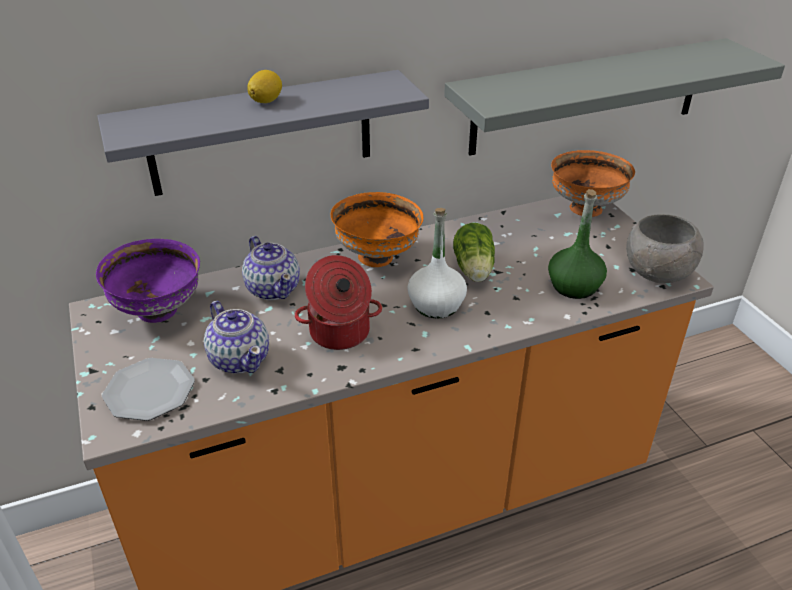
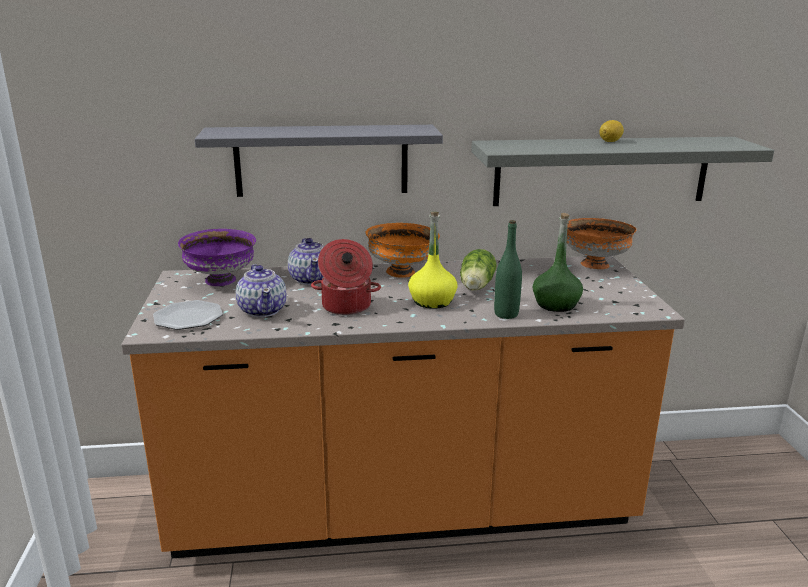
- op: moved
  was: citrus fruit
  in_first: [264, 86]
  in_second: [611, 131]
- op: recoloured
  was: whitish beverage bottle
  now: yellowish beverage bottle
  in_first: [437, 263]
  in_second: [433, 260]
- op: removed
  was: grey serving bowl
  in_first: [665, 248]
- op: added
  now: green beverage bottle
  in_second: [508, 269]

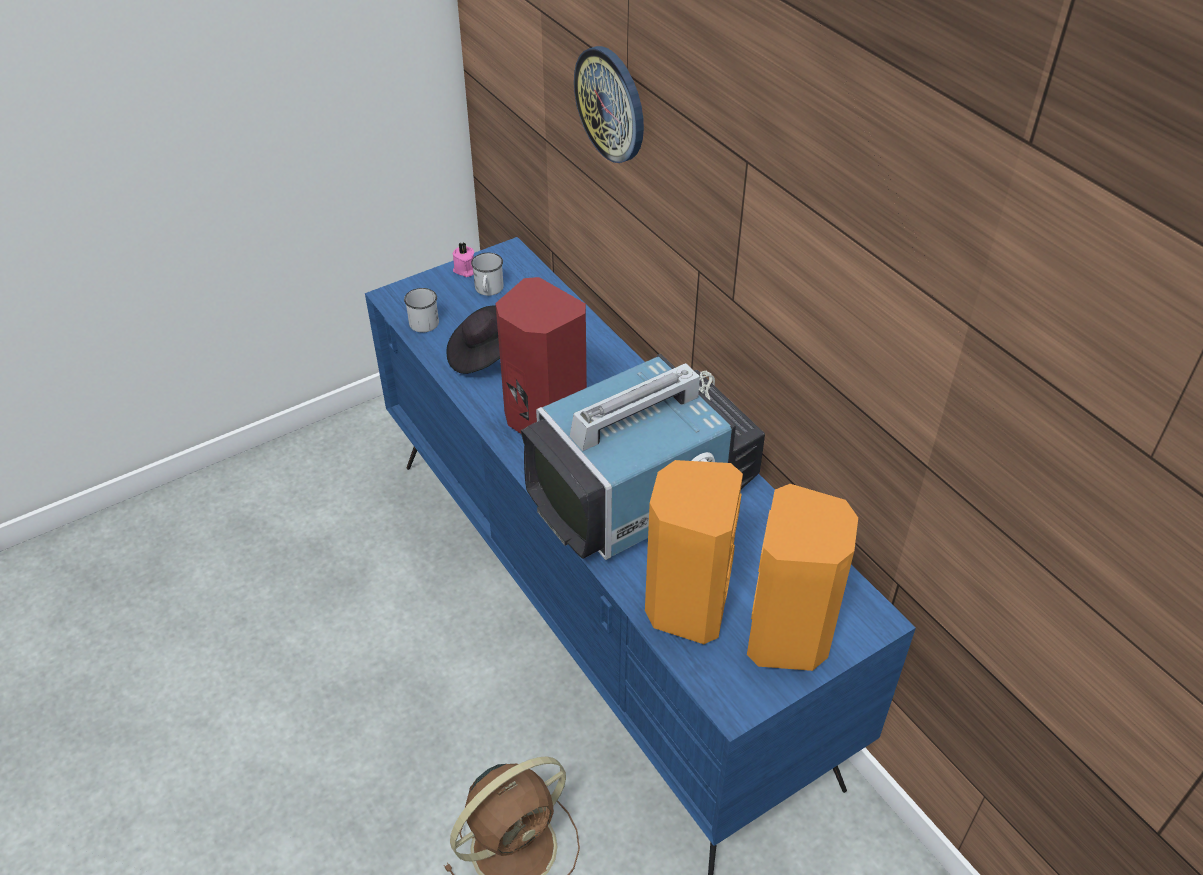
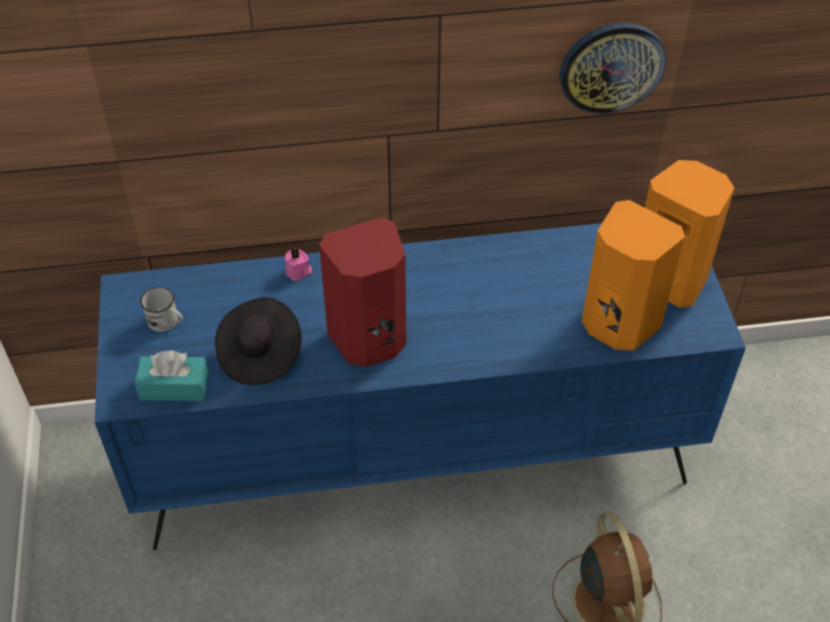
- op: moved
  was: hanging clock
  in_first: [609, 104]
  in_second: [613, 68]
- op: moved
  was: pink wax candle
  in_first: [463, 259]
  in_second: [298, 264]
- op: replaced
  was: whitish coffee mug
  now: turquoise-coloured tissue holder
  in_first: [421, 310]
  in_second: [171, 376]
- op: removed
  was: TV set
  in_first: [643, 457]

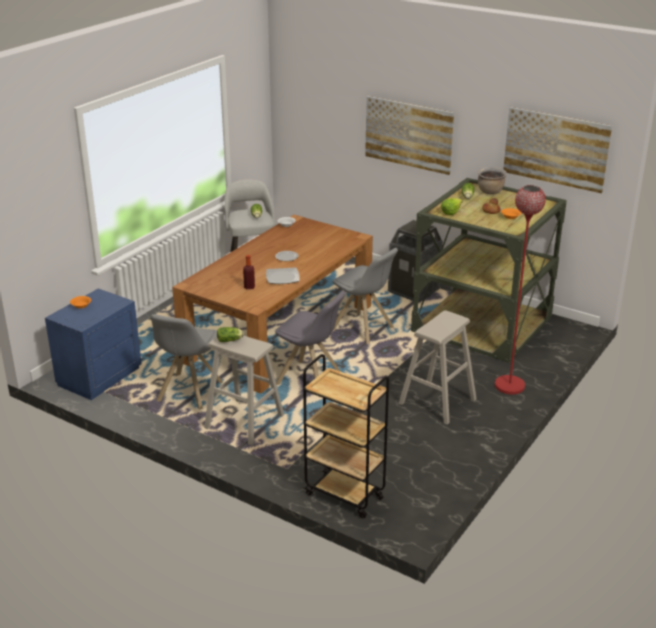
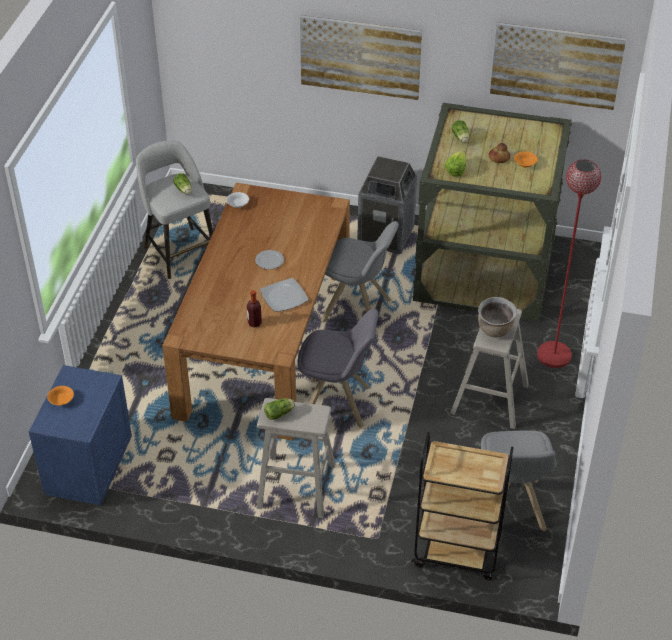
- op: moved
  was: brownish cooking pot
  in_first: [492, 180]
  in_second: [497, 317]
- op: moved
  was: grey upright chair
  in_first: [187, 361]
  in_second: [519, 480]

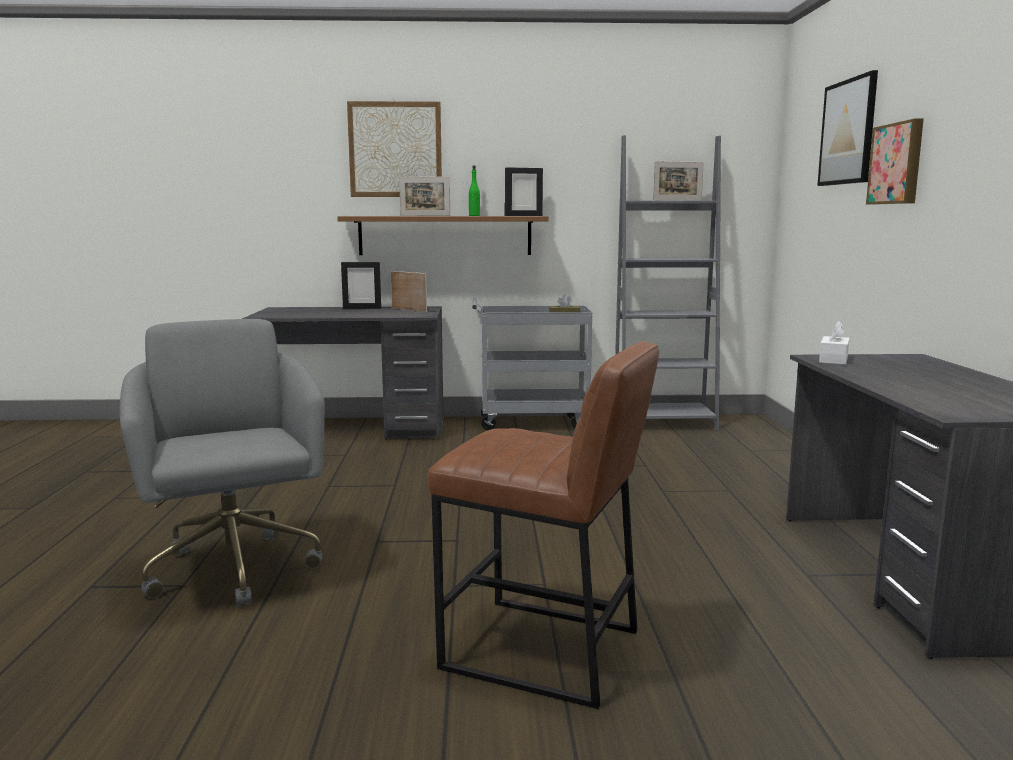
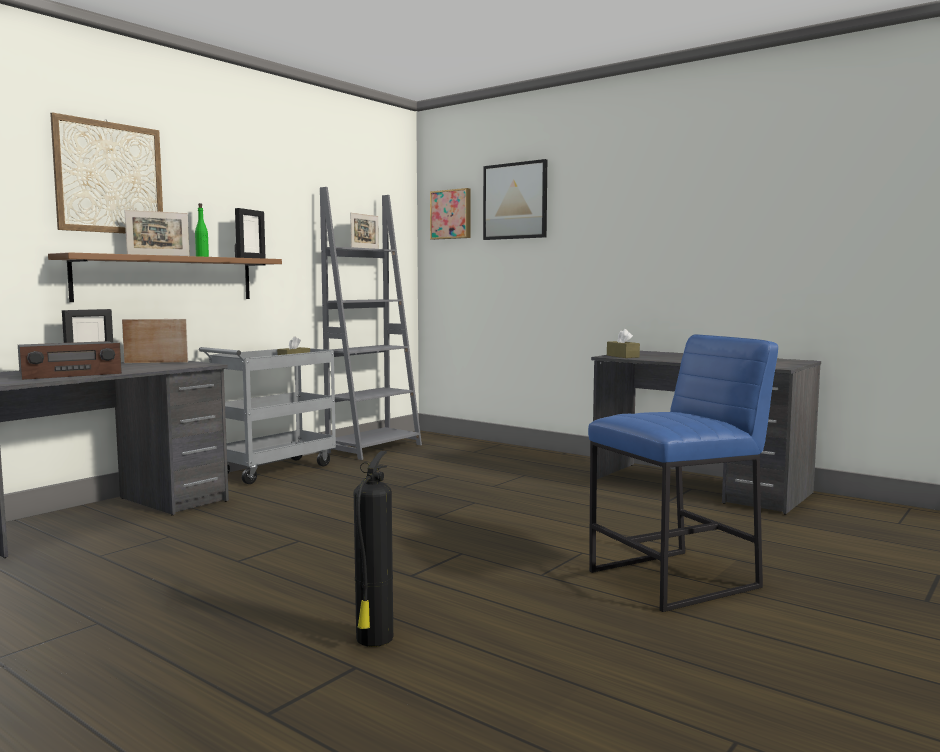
- op: moved
  was: picture
  in_first: [895, 162]
  in_second: [450, 214]
- op: replaced
  was: grey desk chair
  now: fire-fighting cylinder
  in_first: [222, 463]
  in_second: [373, 549]
- op: recoloured
  was: whitish tissue holder
  now: brownish tissue holder
  in_first: [834, 343]
  in_second: [623, 343]
- op: recoloured
  was: brownish upright chair
  now: bluish upright chair
  in_first: [543, 525]
  in_second: [683, 473]
- op: added
  now: radio set
  in_second: [70, 360]

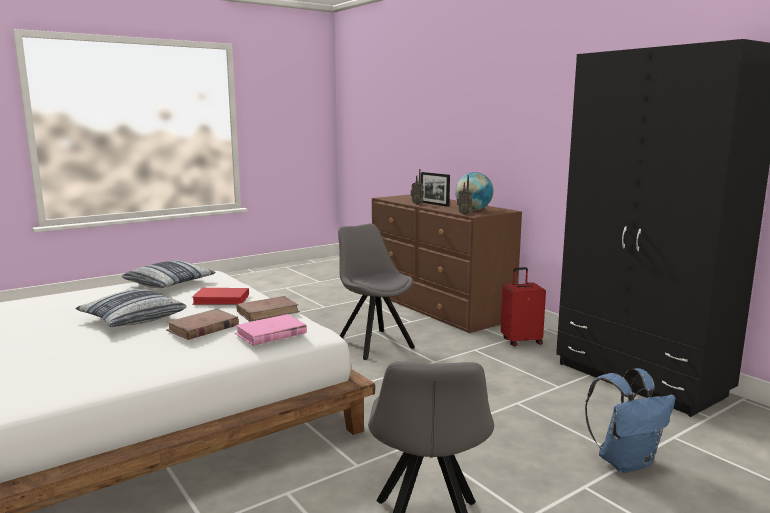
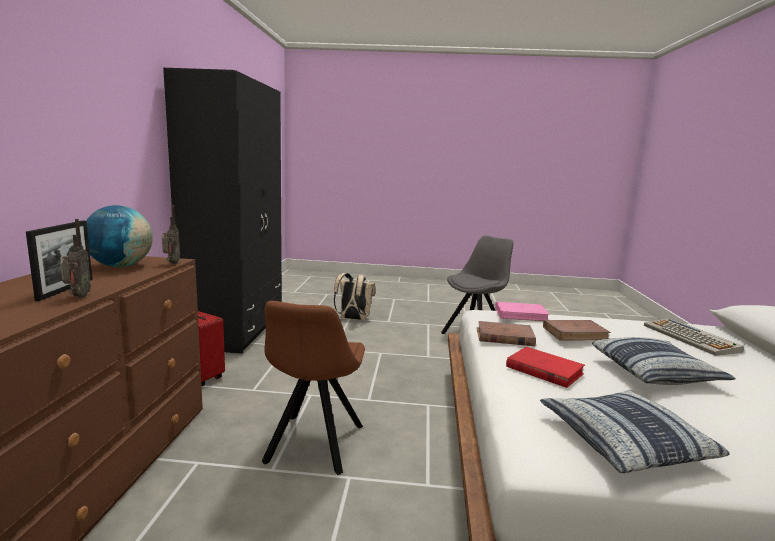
- op: recoloured
  was: grey upright chair
  now: brownish upright chair
  in_first: [376, 292]
  in_second: [313, 388]
- op: recoloured
  was: bluish rucksack
  now: beige rucksack
  in_first: [630, 420]
  in_second: [354, 296]
- op: added
  now: keyboard
  in_second: [694, 337]

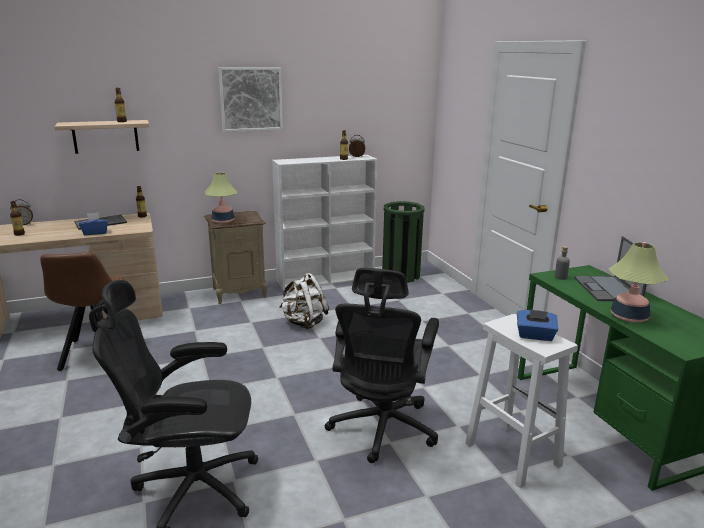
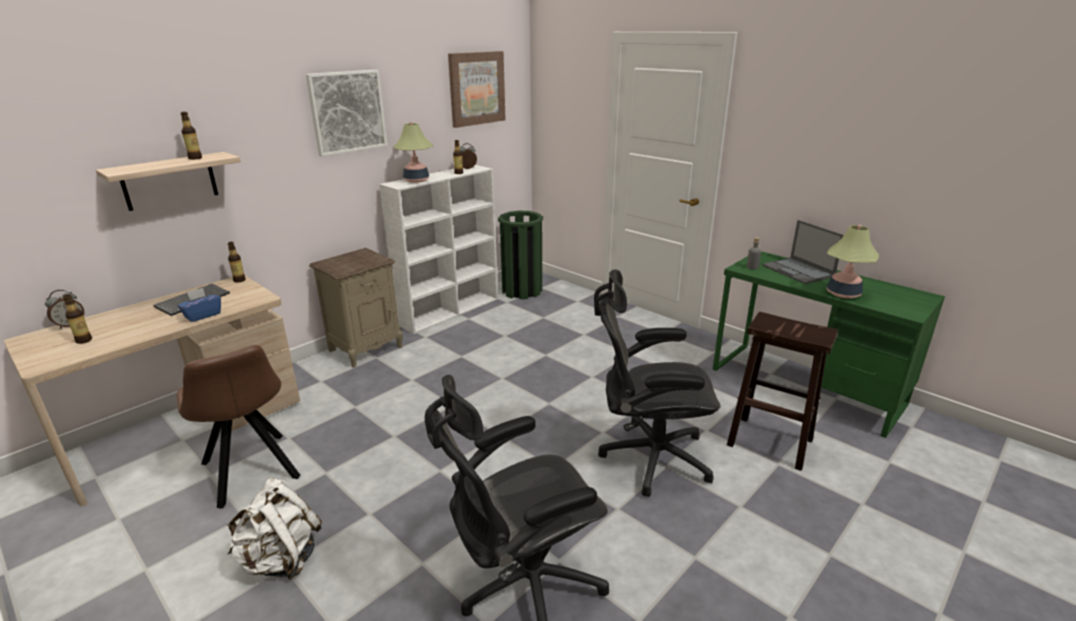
- op: moved
  was: table lamp
  in_first: [221, 197]
  in_second: [413, 152]
- op: turned
  was: desk chair
  in_first: [381, 365]
  in_second: [657, 383]
  clockwise: 105
- op: moved
  was: whitish rucksack
  in_first: [304, 301]
  in_second: [274, 529]
- op: removed
  was: bluish tissue holder
  in_first: [537, 325]
- op: recoloured
  was: whitish stool
  now: brownish stool
  in_first: [521, 401]
  in_second: [782, 391]
- op: added
  now: picture
  in_second: [477, 89]

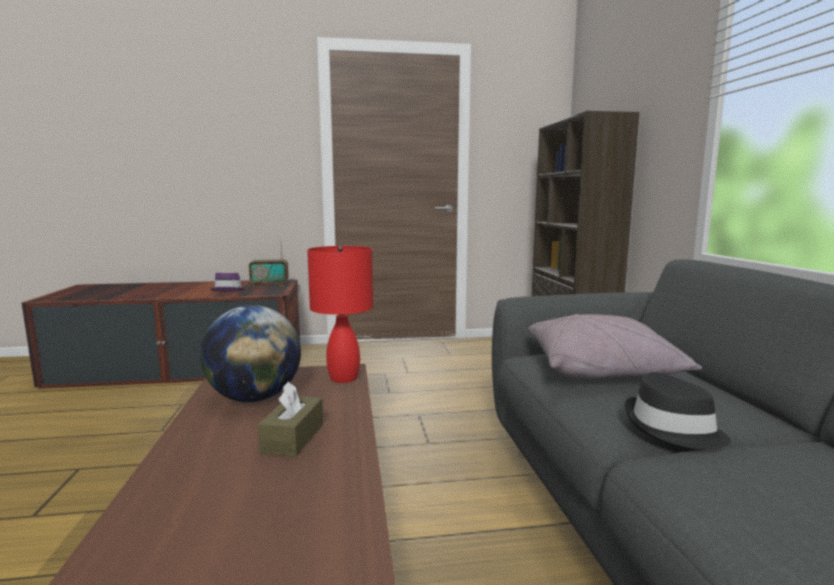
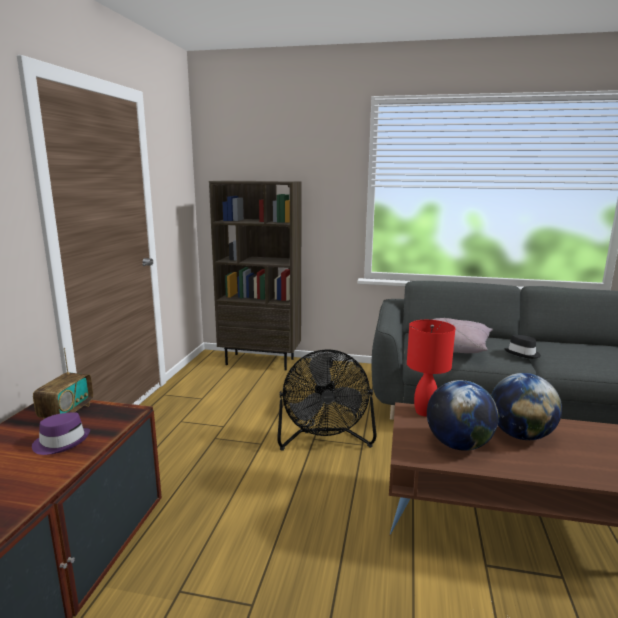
- op: replaced
  was: brownish tissue holder
  now: desk globe
  in_first: [290, 419]
  in_second: [526, 406]
- op: added
  now: blackish cooling fan
  in_second: [327, 400]

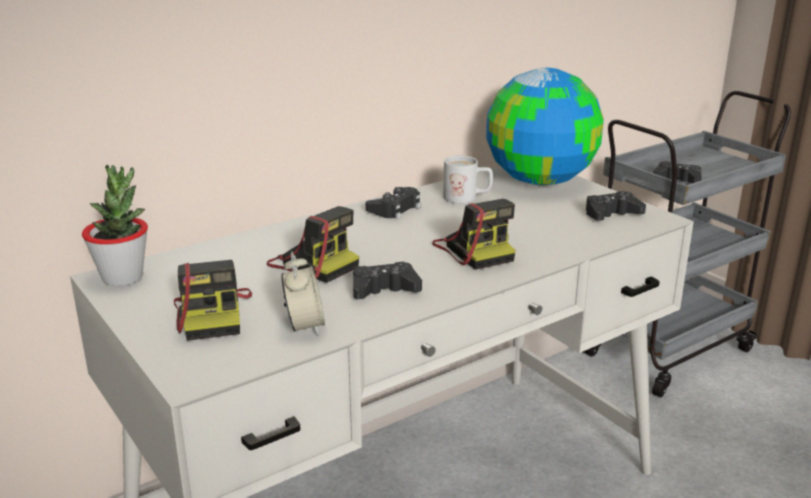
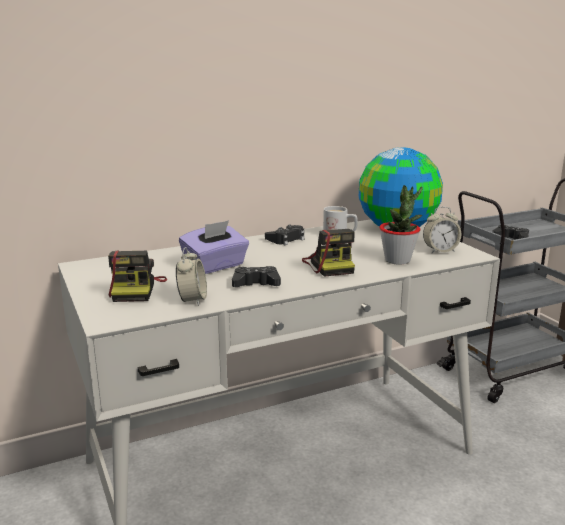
- op: moved
  was: potted plant
  in_first: [115, 225]
  in_second: [401, 225]
- op: replaced
  was: blackish joypad
  now: bedside clock
  in_first: [616, 206]
  in_second: [442, 230]
- op: replaced
  was: still camera
  now: purplish tissue holder
  in_first: [313, 244]
  in_second: [214, 247]

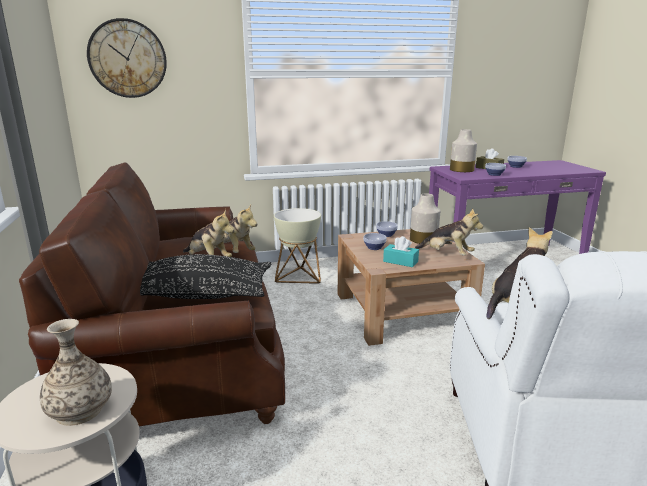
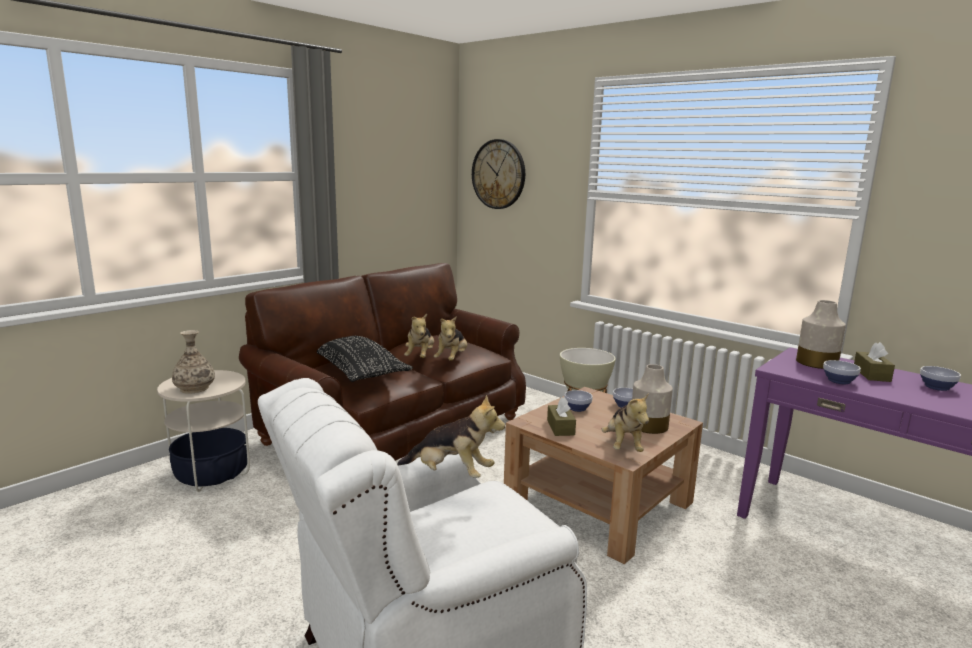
- op: recoloured
  was: turquoise-coloured tissue holder
  now: brownish tissue holder
  in_first: [401, 251]
  in_second: [561, 416]

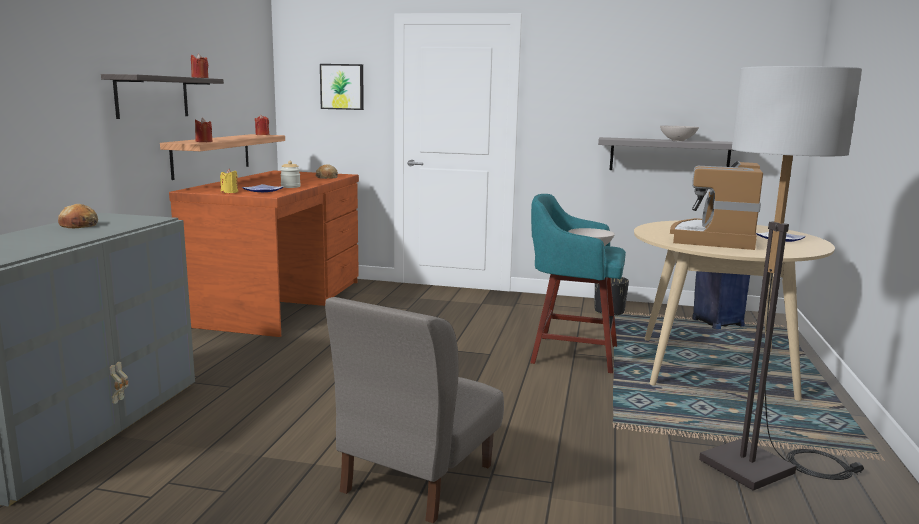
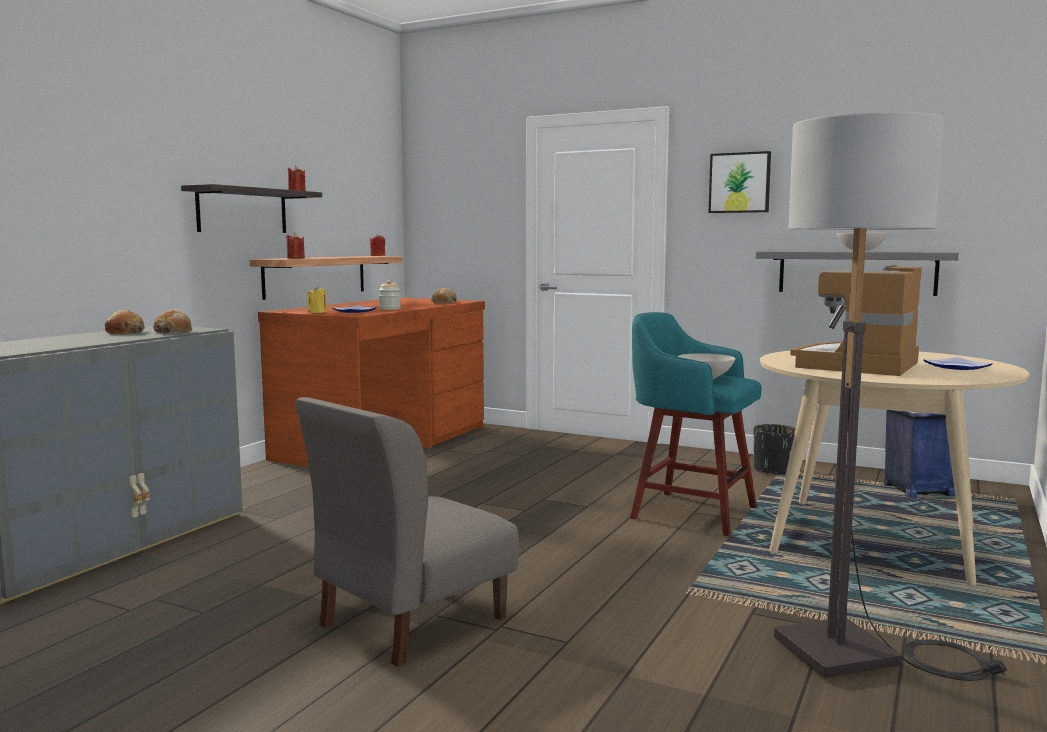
- op: moved
  was: picture
  in_first: [342, 87]
  in_second: [740, 182]
- op: added
  now: bread
  in_second: [172, 321]

